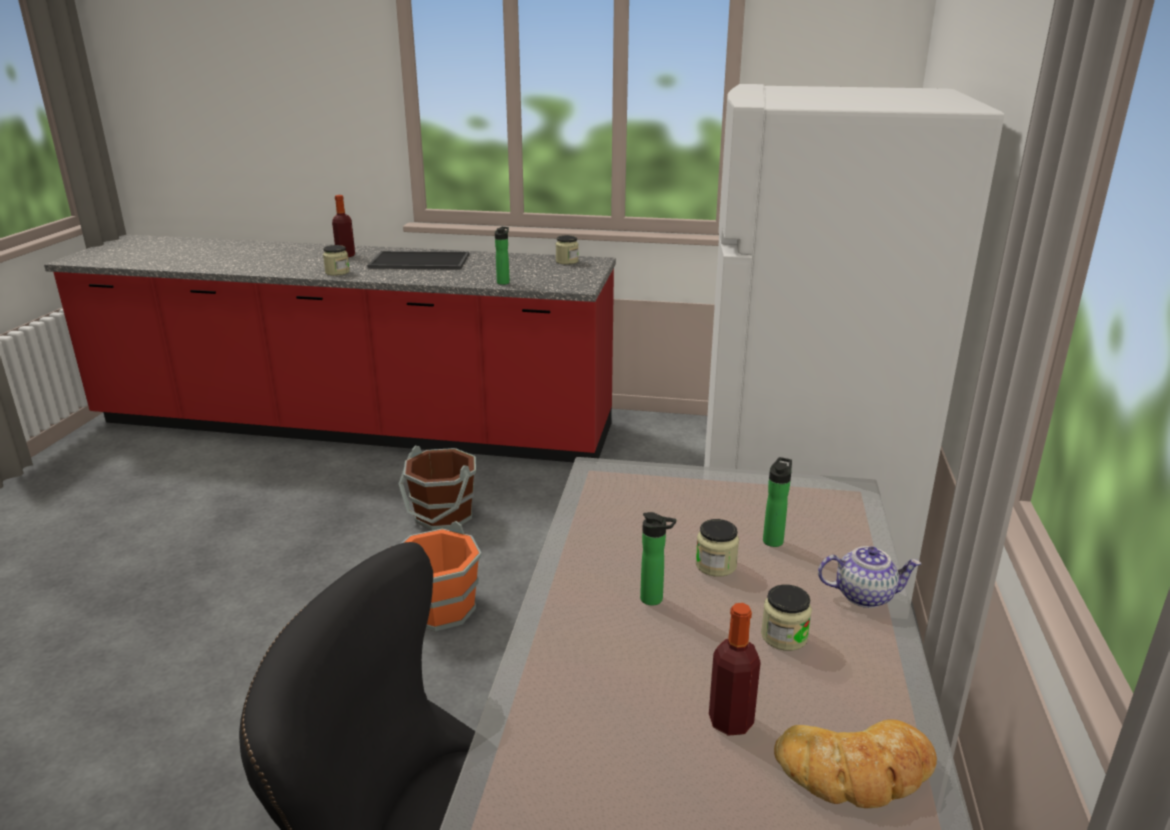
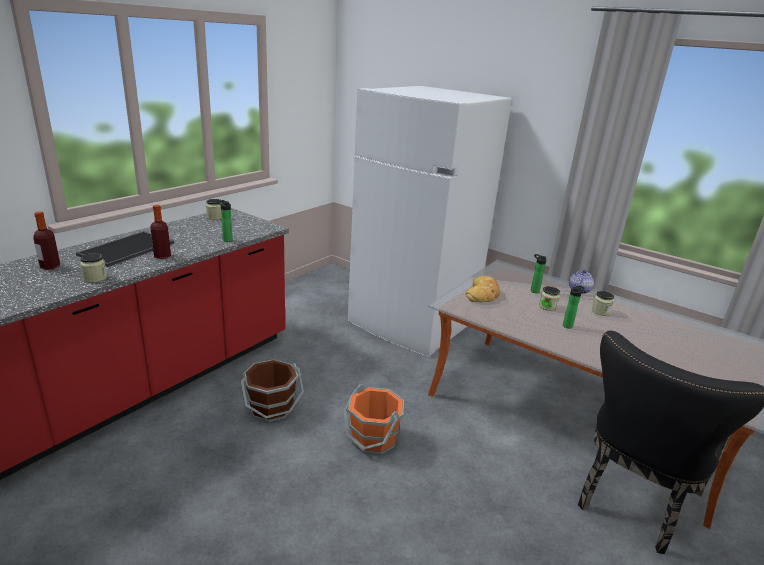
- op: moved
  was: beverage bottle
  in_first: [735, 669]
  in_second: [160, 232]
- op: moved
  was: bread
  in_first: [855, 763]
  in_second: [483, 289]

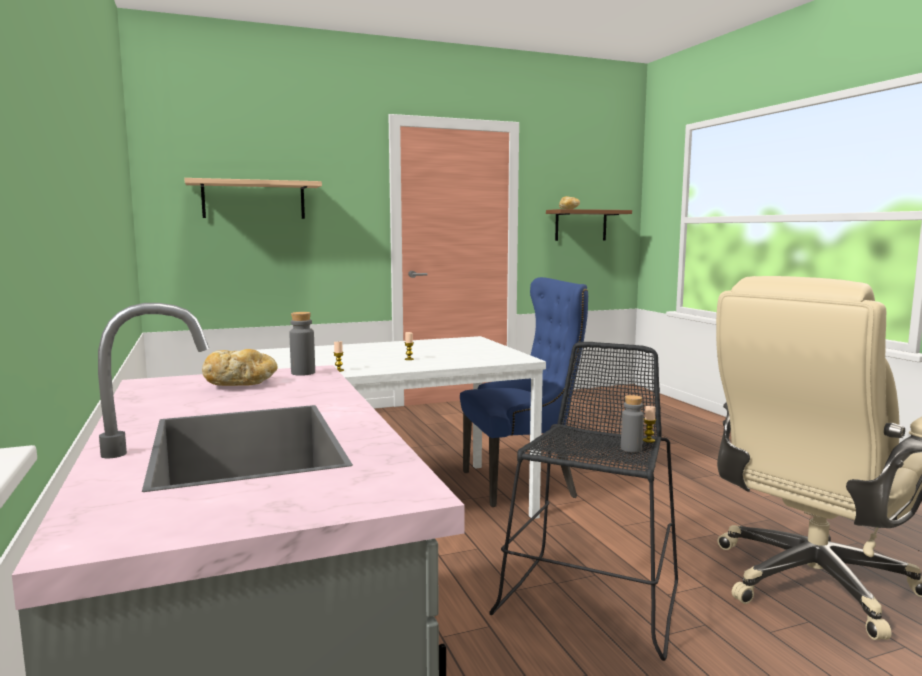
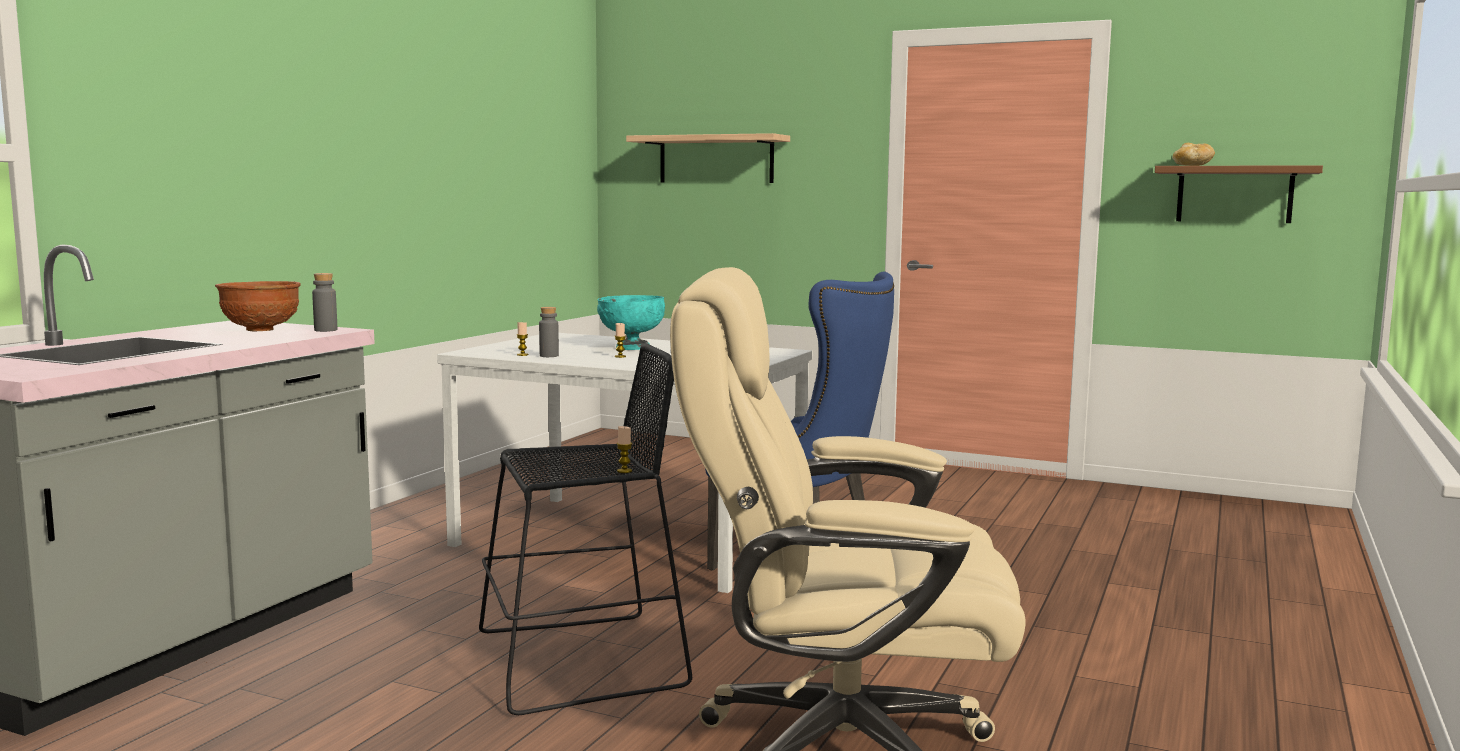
- op: replaced
  was: bread
  now: brownish serving bowl
  in_first: [240, 367]
  in_second: [258, 306]
- op: moved
  was: grey beverage bottle
  in_first: [632, 423]
  in_second: [549, 332]
- op: added
  now: turquoise-coloured serving bowl
  in_second: [631, 322]

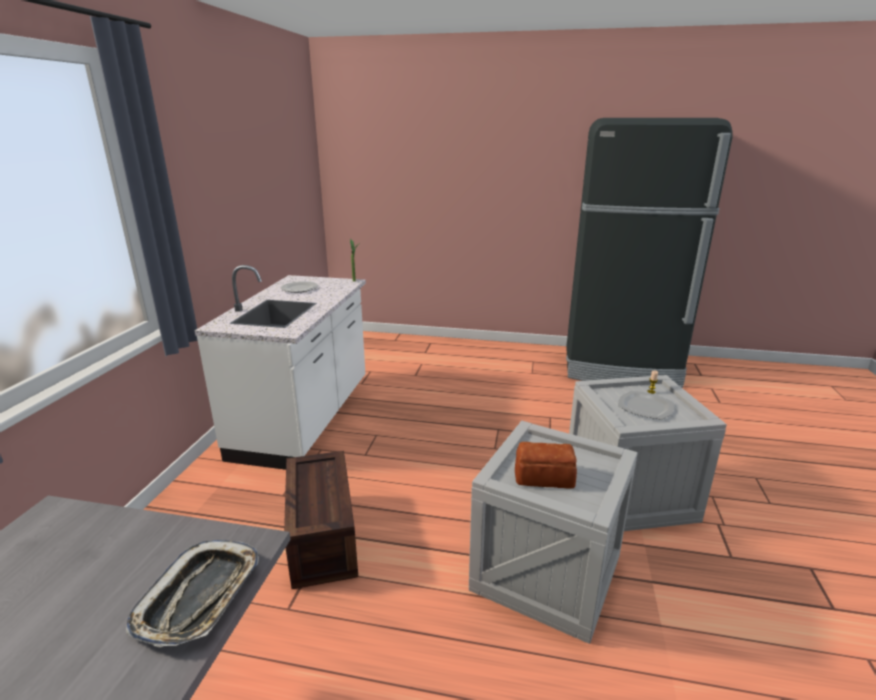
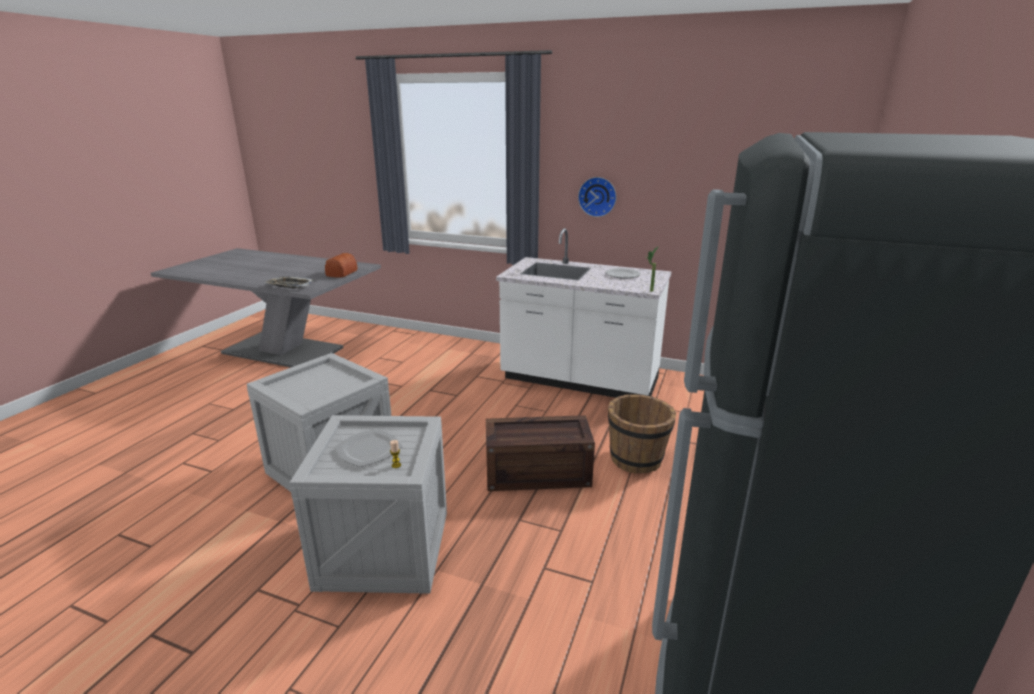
- op: moved
  was: bread
  in_first: [546, 465]
  in_second: [341, 265]
- op: moved
  was: crate
  in_first: [321, 520]
  in_second: [540, 453]
- op: added
  now: hanging clock
  in_second: [597, 197]
- op: added
  now: brownish pail
  in_second: [642, 434]

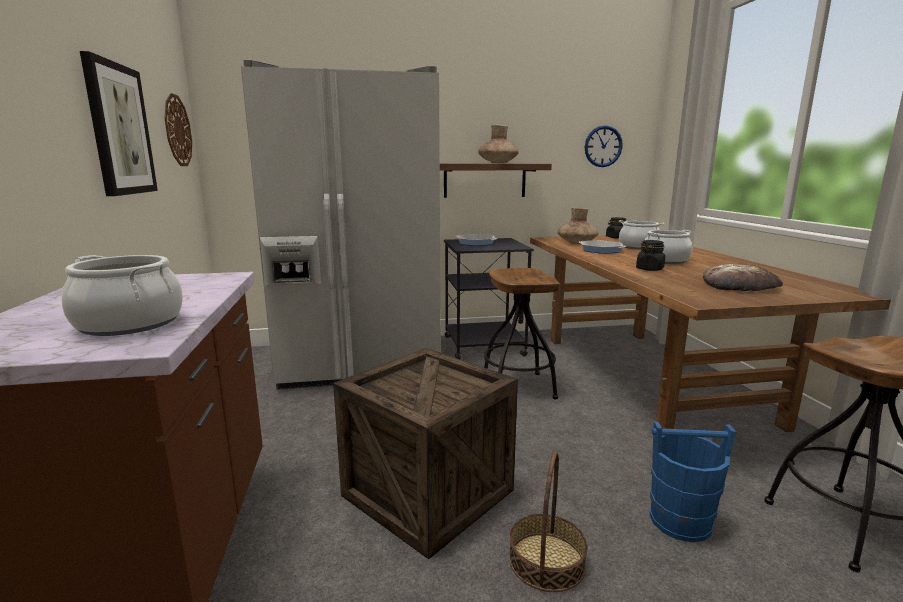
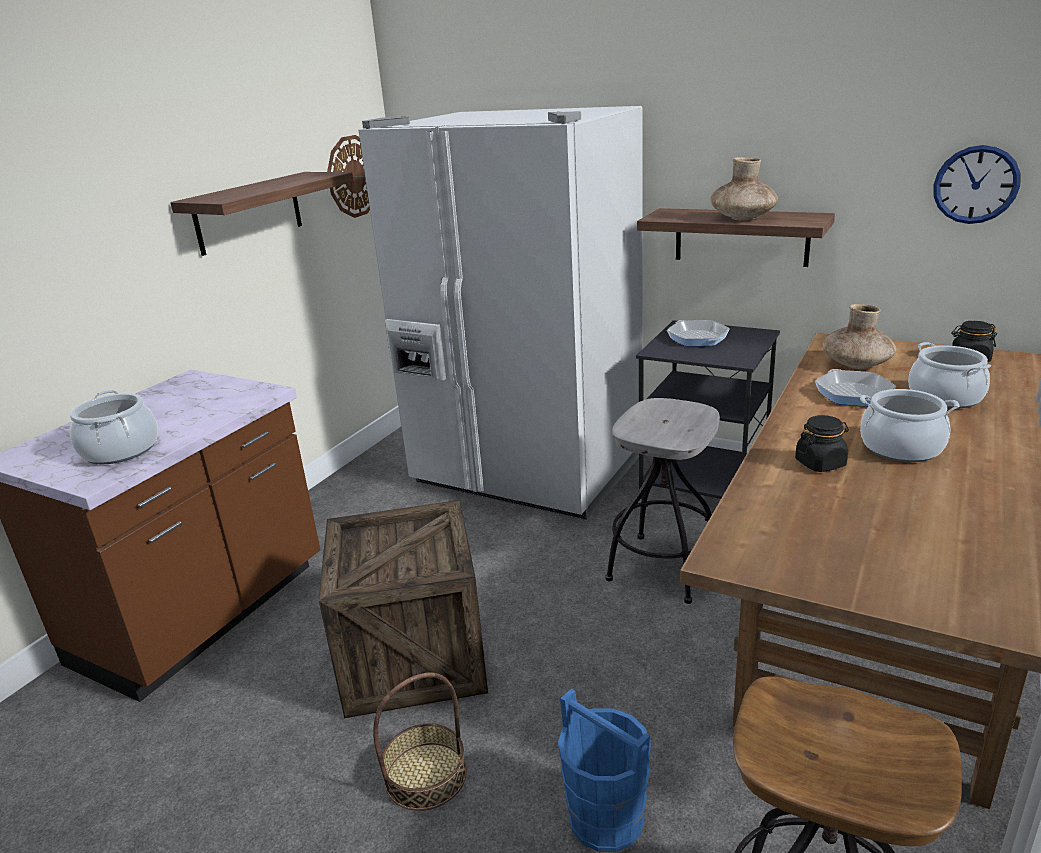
- op: replaced
  was: picture
  now: bracket shelf
  in_first: [119, 123]
  in_second: [262, 214]
- op: removed
  was: bread
  in_first: [743, 277]
- op: recoloured
  was: brownish stool
  now: grey stool
  in_first: [522, 333]
  in_second: [662, 501]

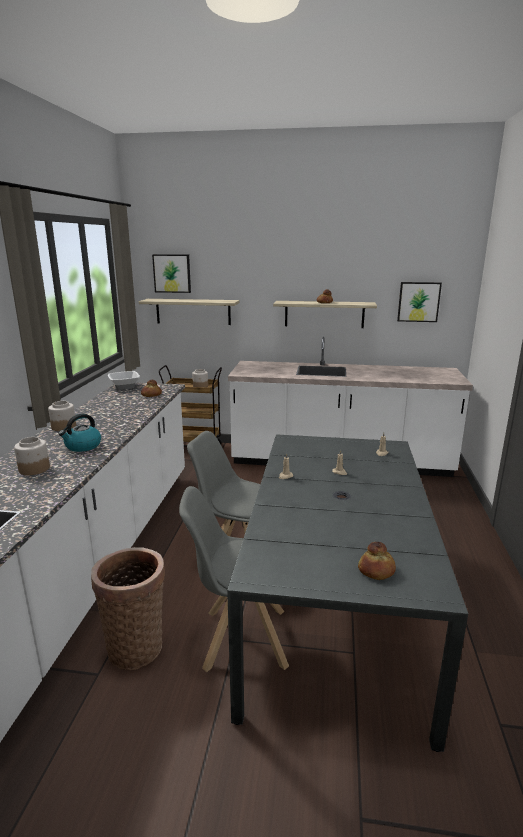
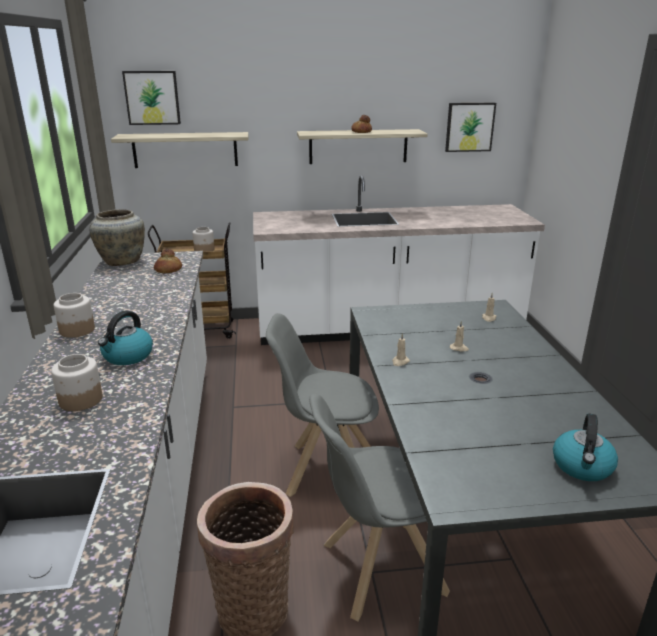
- op: replaced
  was: serving bowl
  now: beige vase
  in_first: [124, 380]
  in_second: [117, 237]
- op: replaced
  was: bread
  now: kettle
  in_first: [377, 561]
  in_second: [585, 447]

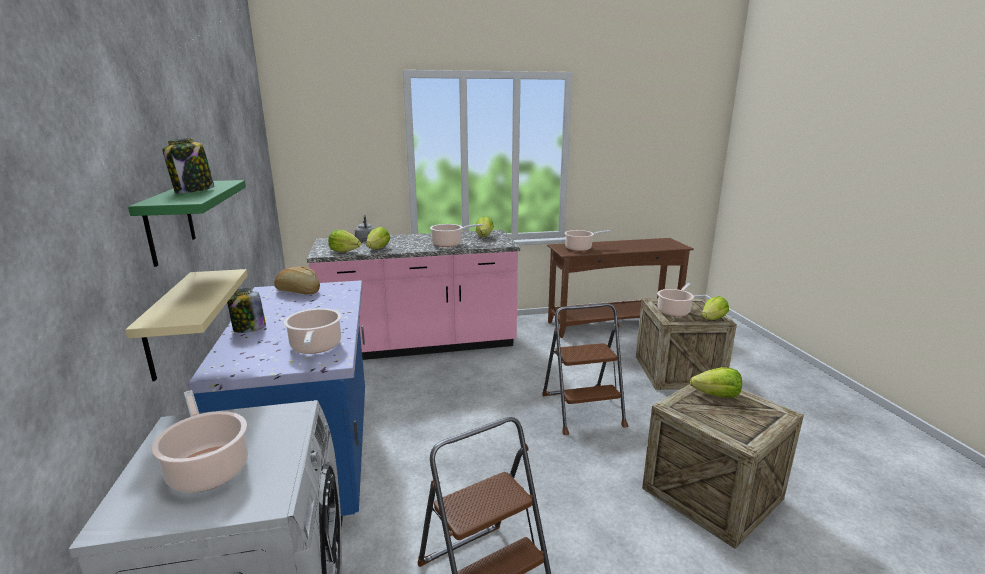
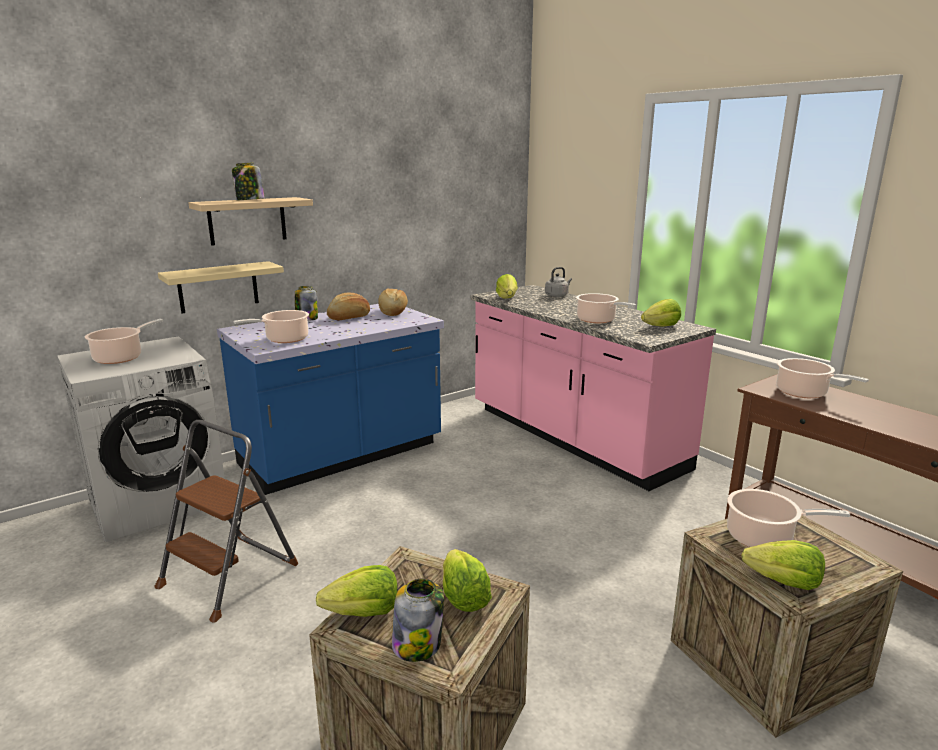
- op: recoloured
  was: green bracket shelf
  now: beige bracket shelf
  in_first: [187, 223]
  in_second: [250, 221]
- op: moved
  was: lettuce head
  in_first: [378, 238]
  in_second: [357, 591]
- op: removed
  was: brownish stepladder
  in_first: [585, 369]
- op: added
  now: bread
  in_second: [348, 306]
- op: added
  now: storage jar
  in_second: [418, 620]

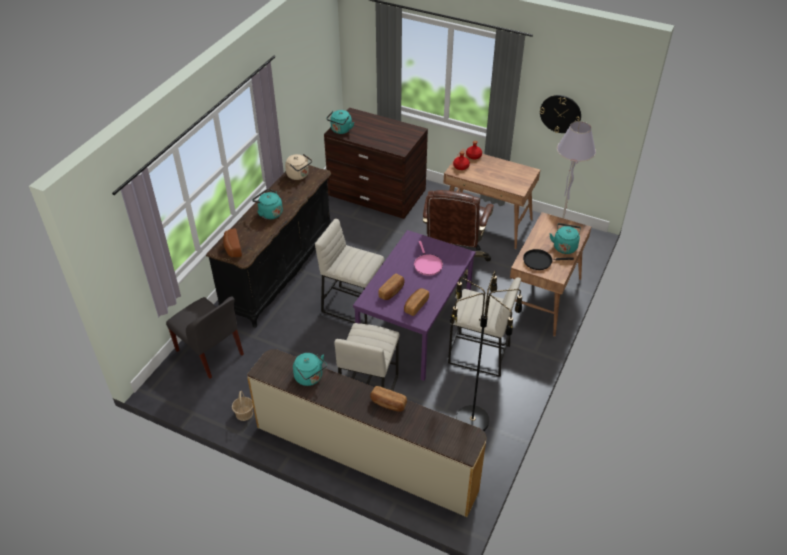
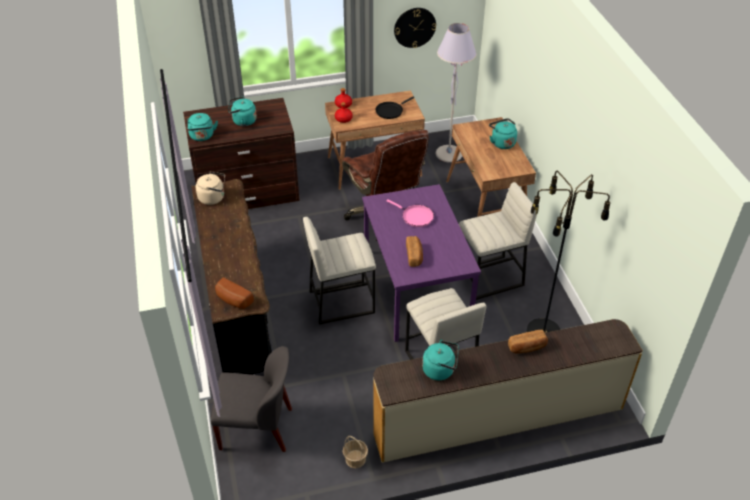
- op: moved
  was: turquoise-coloured kettle
  in_first: [267, 204]
  in_second: [242, 111]
- op: moved
  was: blackish skillet
  in_first: [548, 259]
  in_second: [395, 107]
- op: removed
  was: bread
  in_first: [416, 302]

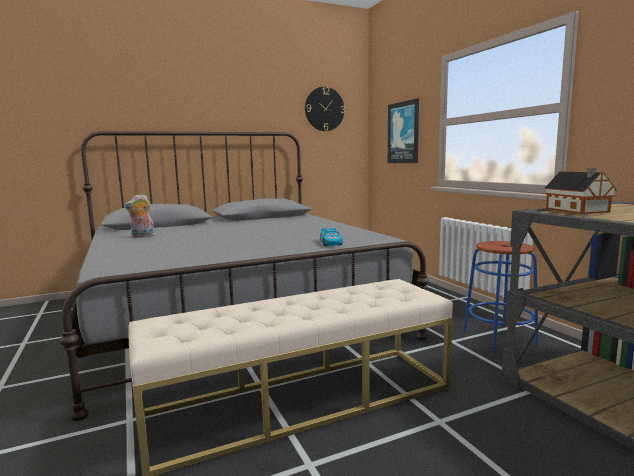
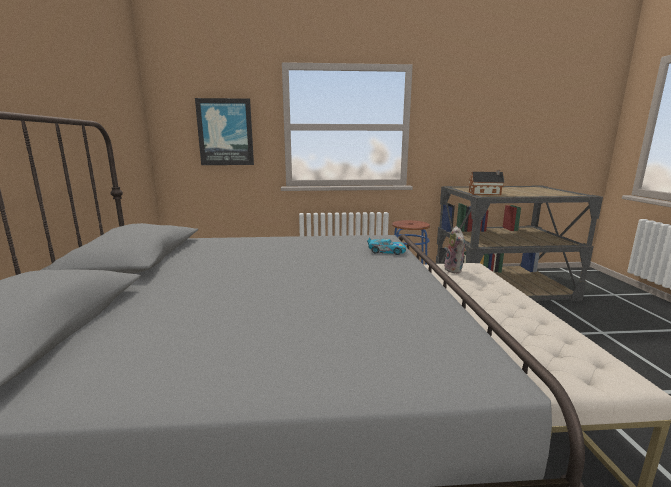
- op: removed
  was: hanging clock
  in_first: [325, 109]
- op: moved
  was: soft toy
  in_first: [139, 216]
  in_second: [455, 249]

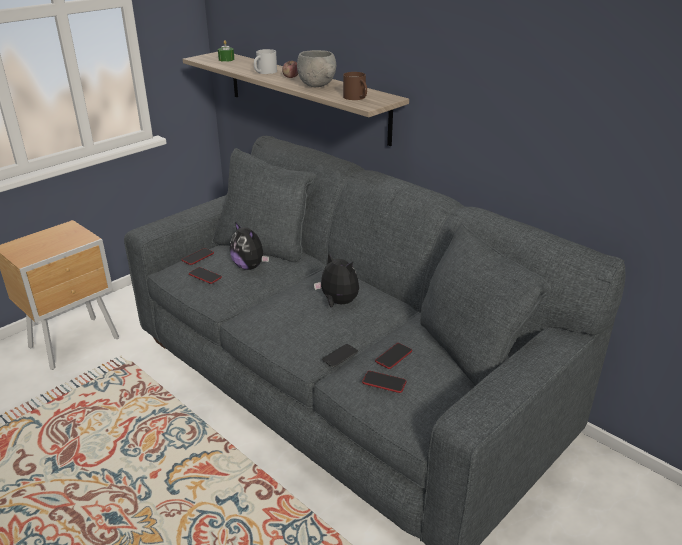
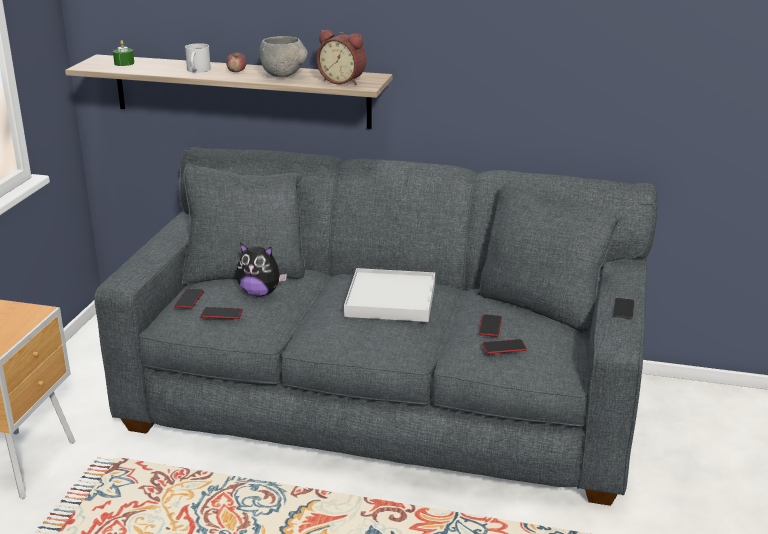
- op: replaced
  was: brownish coffee mug
  now: bedside clock
  in_first: [355, 86]
  in_second: [341, 57]
- op: replaced
  was: soft toy
  now: whitish carrying tray
  in_first: [336, 280]
  in_second: [389, 295]
- op: moved
  was: telephone
  in_first: [340, 355]
  in_second: [623, 308]

